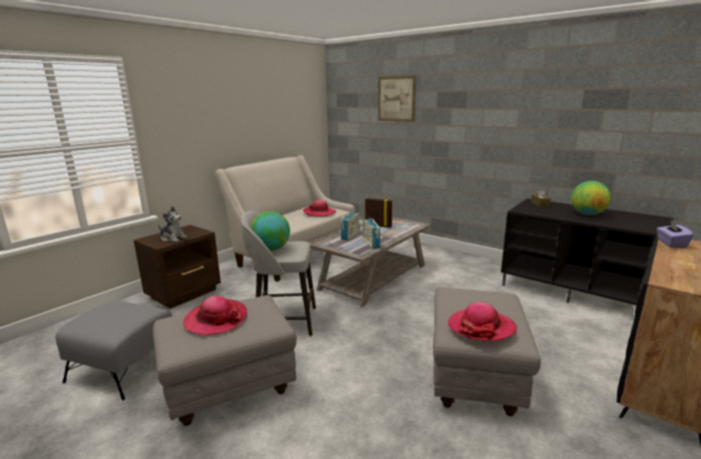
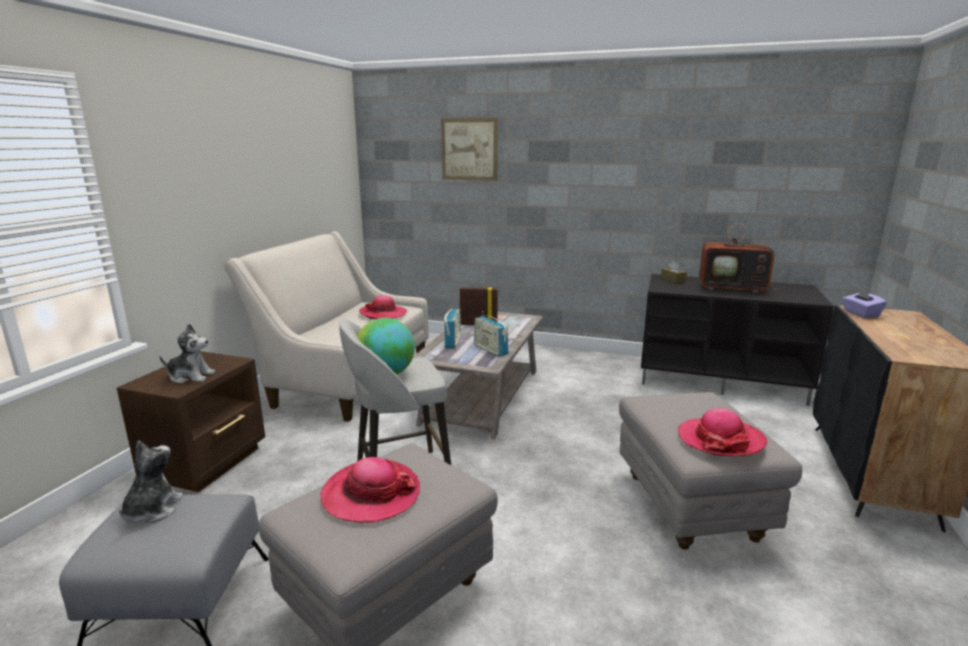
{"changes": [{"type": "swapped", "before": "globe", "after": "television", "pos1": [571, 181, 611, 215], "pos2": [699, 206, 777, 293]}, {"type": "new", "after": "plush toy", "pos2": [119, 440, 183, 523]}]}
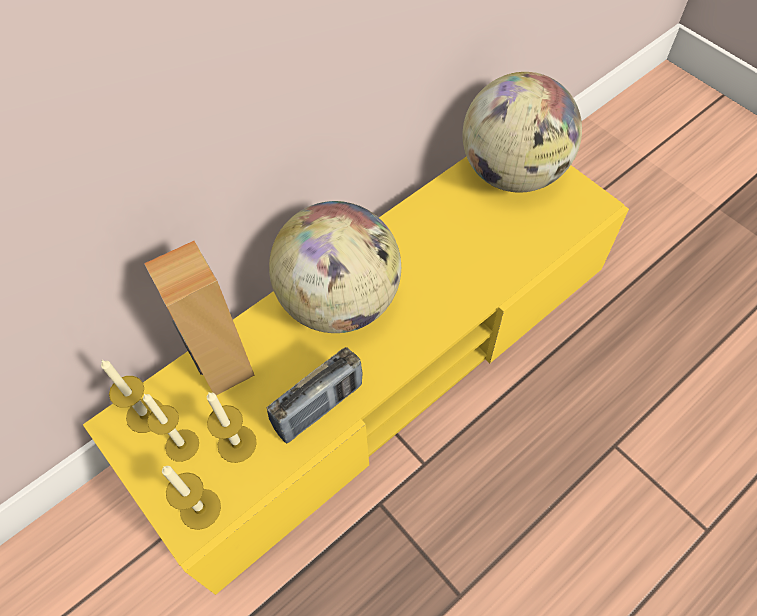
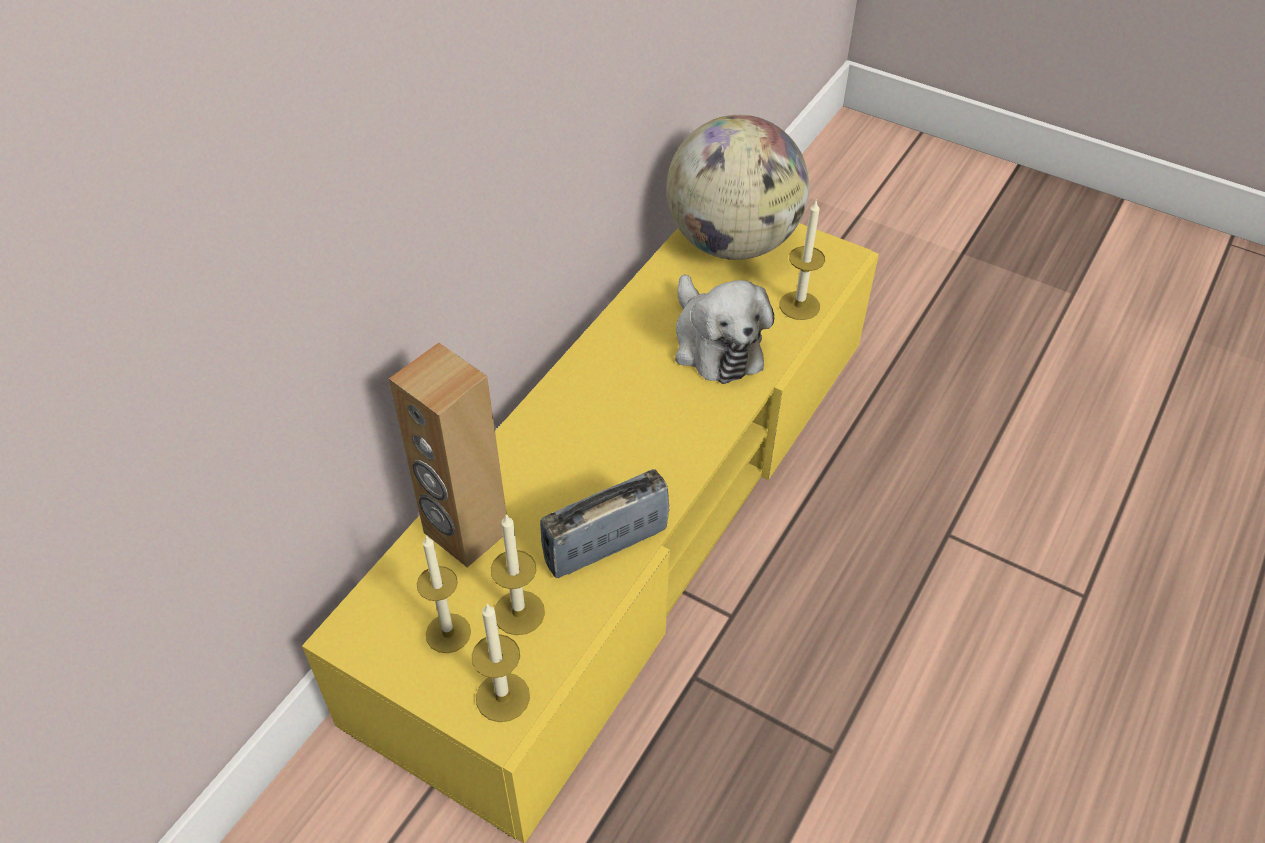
{"changes": [{"type": "shifted", "before": "candle", "pos1": [101, 360, 162, 433], "pos2": [779, 199, 825, 320]}, {"type": "rotated", "before": "radio", "pos1": [267, 347, 362, 444], "pos2": [540, 469, 670, 578], "turn": -150}, {"type": "gone", "before": "globe", "pos1": [269, 201, 401, 333]}, {"type": "new", "after": "plush toy", "pos2": [675, 275, 774, 384]}]}
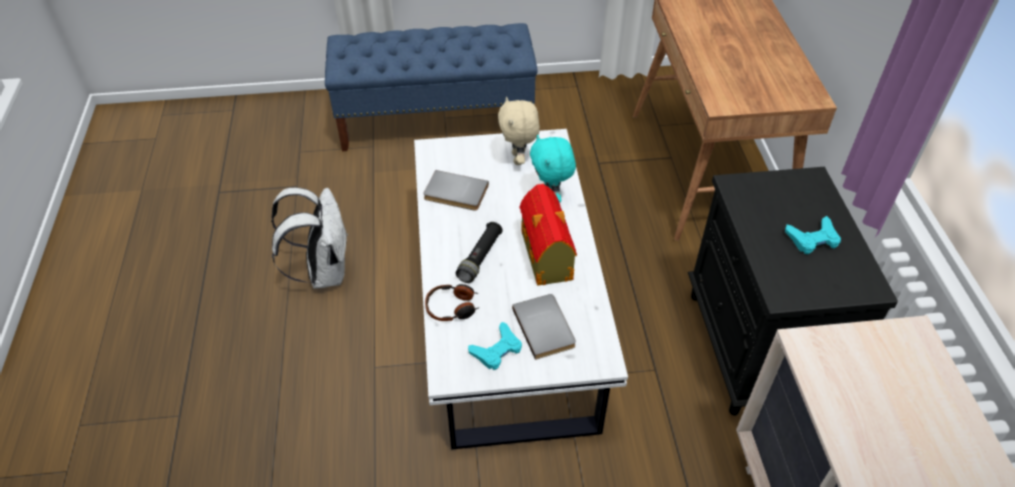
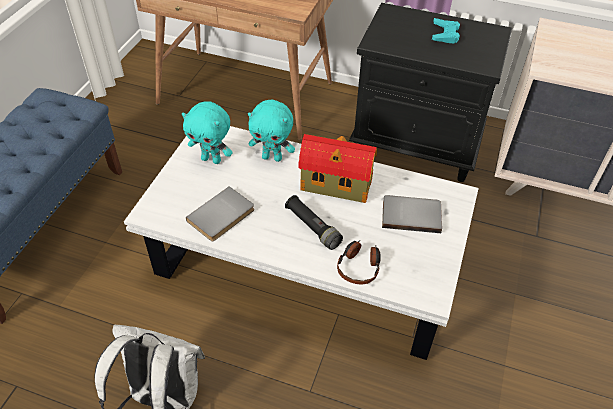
{"changes": [{"type": "gone", "before": "turquoise game controller", "pos1": [468, 322, 522, 370]}, {"type": "repainted", "before": "beige plush toy", "after": "turquoise plush toy", "pos1": [498, 97, 540, 165], "pos2": [182, 101, 233, 164]}]}
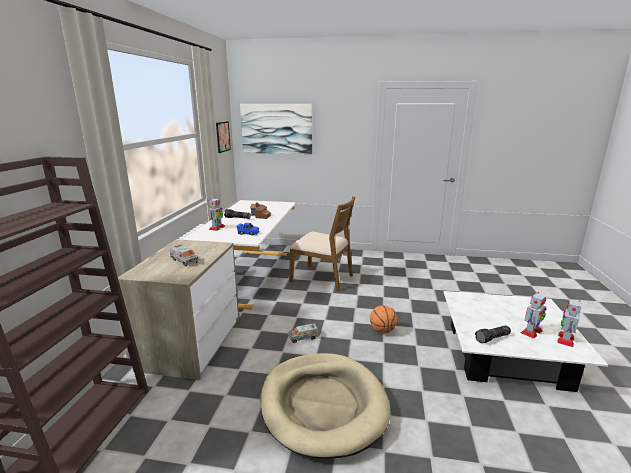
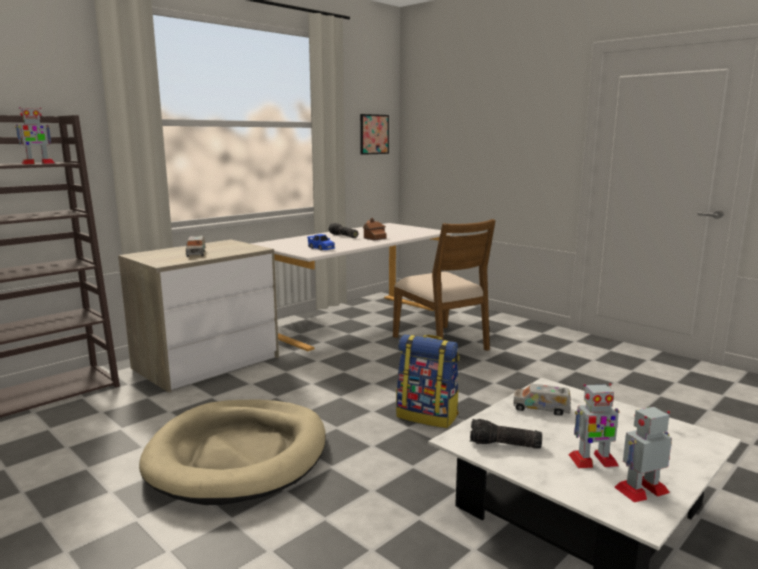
{"changes": [{"type": "shifted", "before": "toy robot", "pos1": [208, 199, 225, 231], "pos2": [15, 107, 55, 164]}, {"type": "gone", "before": "picture", "pos1": [240, 104, 312, 154]}, {"type": "shifted", "before": "toy truck", "pos1": [288, 324, 319, 343], "pos2": [513, 384, 571, 416]}, {"type": "swapped", "before": "basketball", "after": "backpack", "pos1": [370, 305, 398, 333], "pos2": [396, 334, 459, 428]}]}
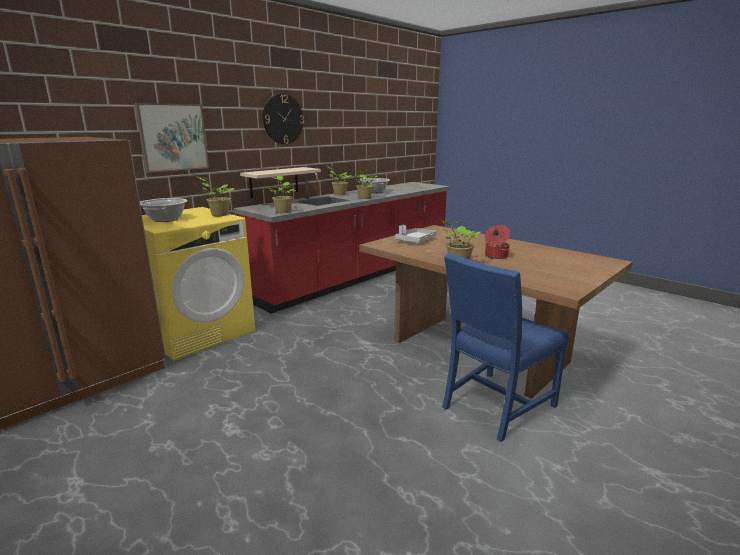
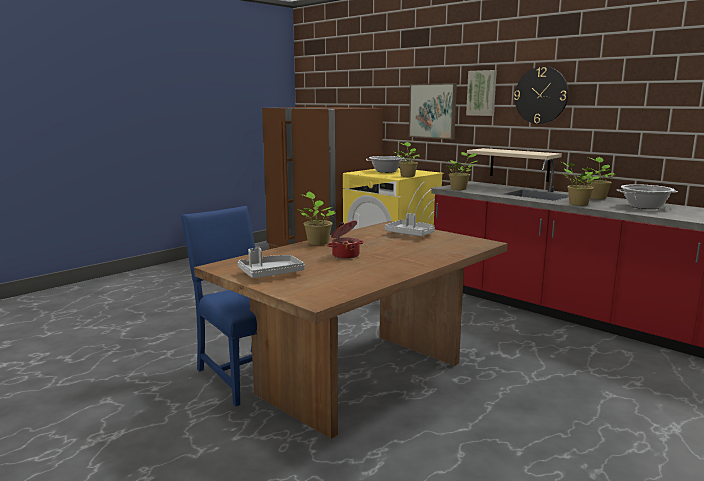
{"changes": [{"type": "new", "after": "grey tray", "pos2": [238, 248, 305, 278]}, {"type": "new", "after": "picture", "pos2": [466, 70, 497, 116]}]}
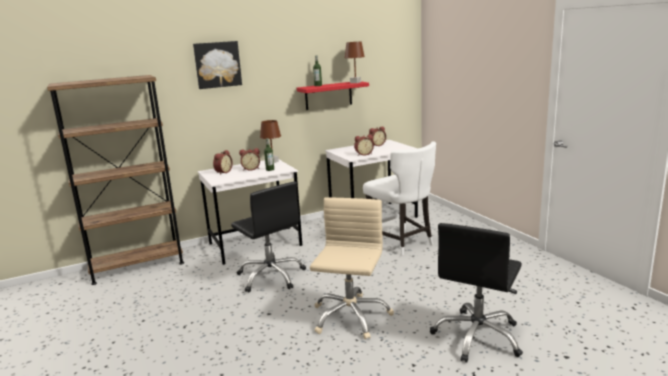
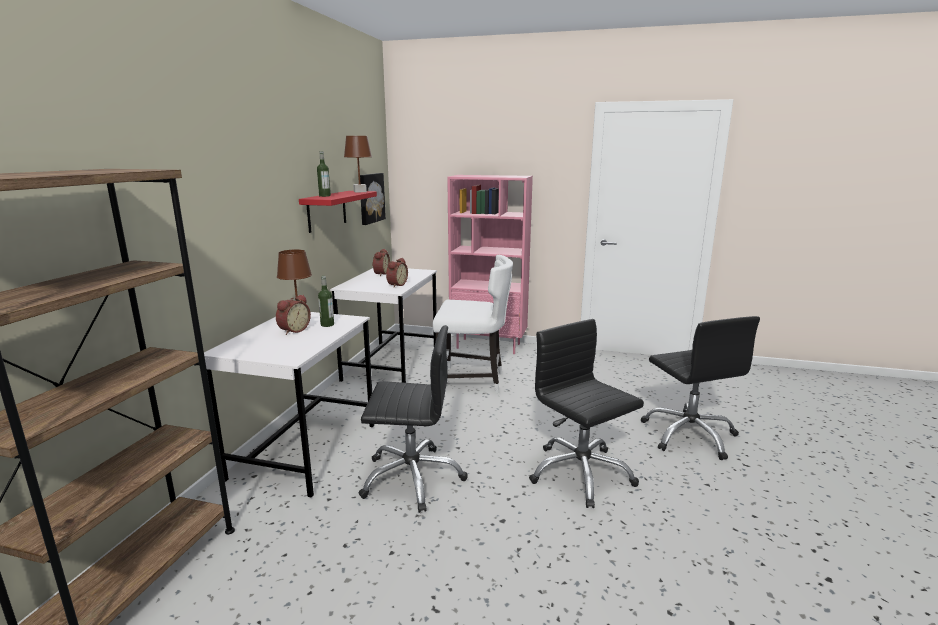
{"changes": [{"type": "shifted", "before": "picture", "pos1": [193, 41, 242, 89], "pos2": [360, 173, 386, 225]}, {"type": "gone", "before": "alarm clock", "pos1": [213, 150, 233, 175]}, {"type": "repainted", "before": "beige office chair", "after": "black office chair", "pos1": [310, 198, 394, 339], "pos2": [529, 319, 644, 508]}, {"type": "new", "after": "pink bookcase", "pos2": [447, 175, 533, 354]}]}
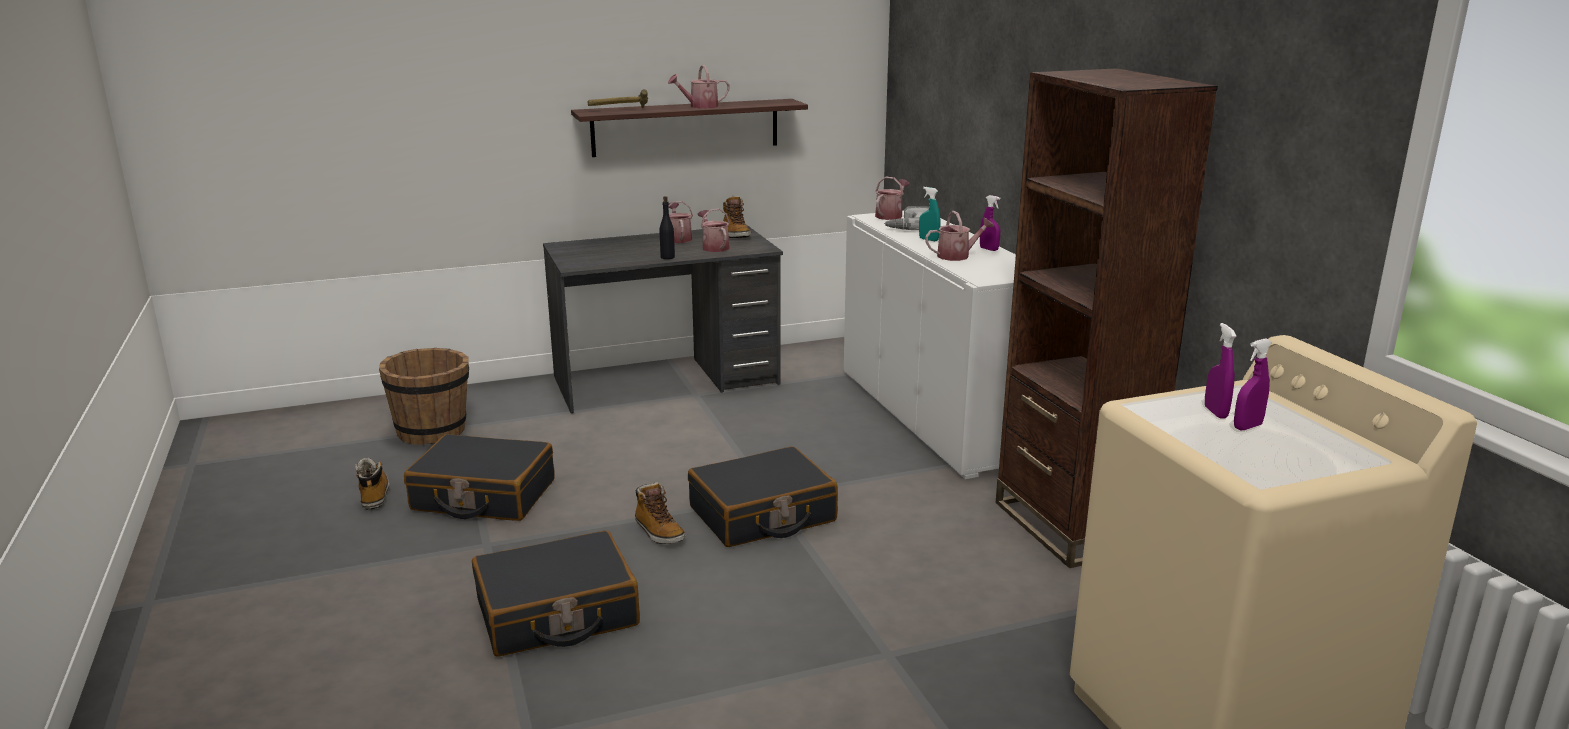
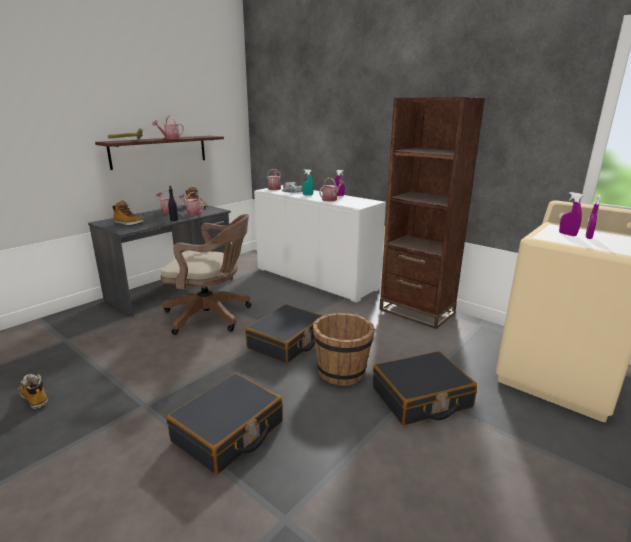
{"changes": [{"type": "shifted", "before": "brown bucket", "pos1": [379, 348, 469, 445], "pos2": [313, 313, 375, 386]}, {"type": "shifted", "before": "black suitcase", "pos1": [404, 434, 555, 521], "pos2": [373, 351, 477, 425]}, {"type": "shifted", "before": "boot", "pos1": [635, 482, 685, 544], "pos2": [113, 200, 144, 226]}, {"type": "new", "after": "brown office chair", "pos2": [160, 214, 251, 335]}]}
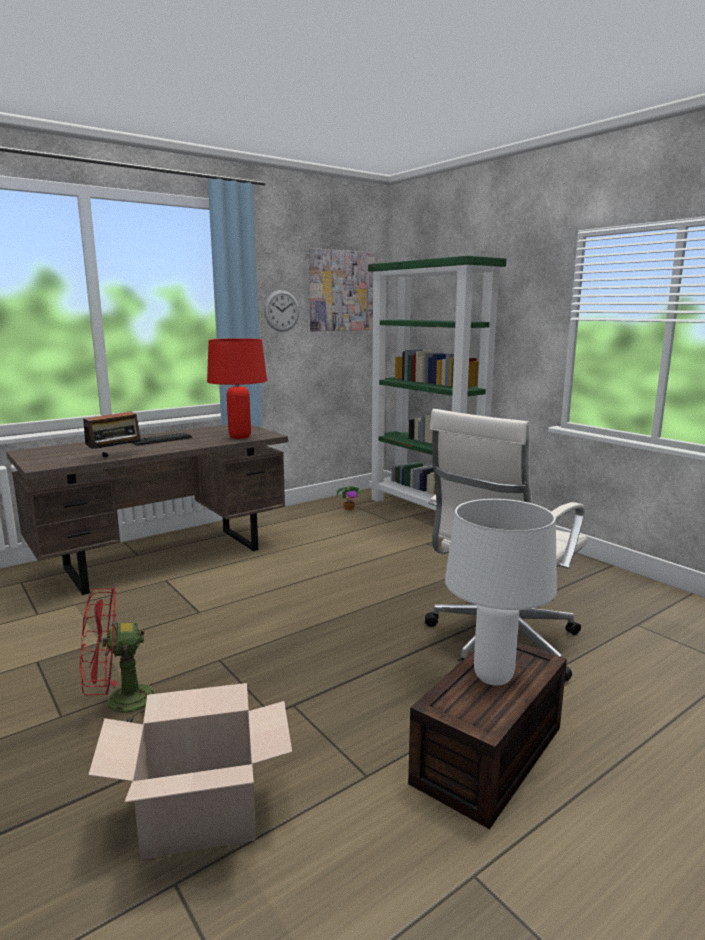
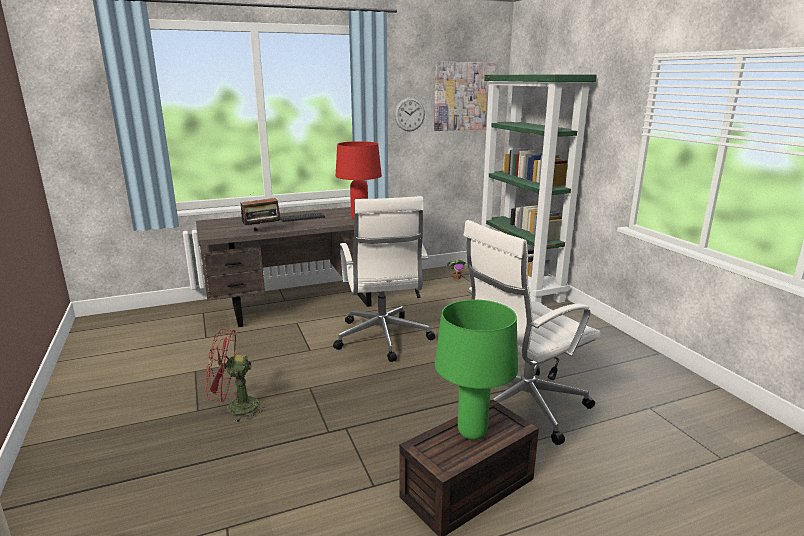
{"changes": [{"type": "gone", "before": "cardboard box", "pos1": [88, 683, 292, 859]}, {"type": "repainted", "before": "white table lamp", "after": "green table lamp", "pos1": [445, 499, 557, 686], "pos2": [435, 300, 518, 440]}, {"type": "new", "after": "white office chair", "pos2": [333, 196, 436, 362]}]}
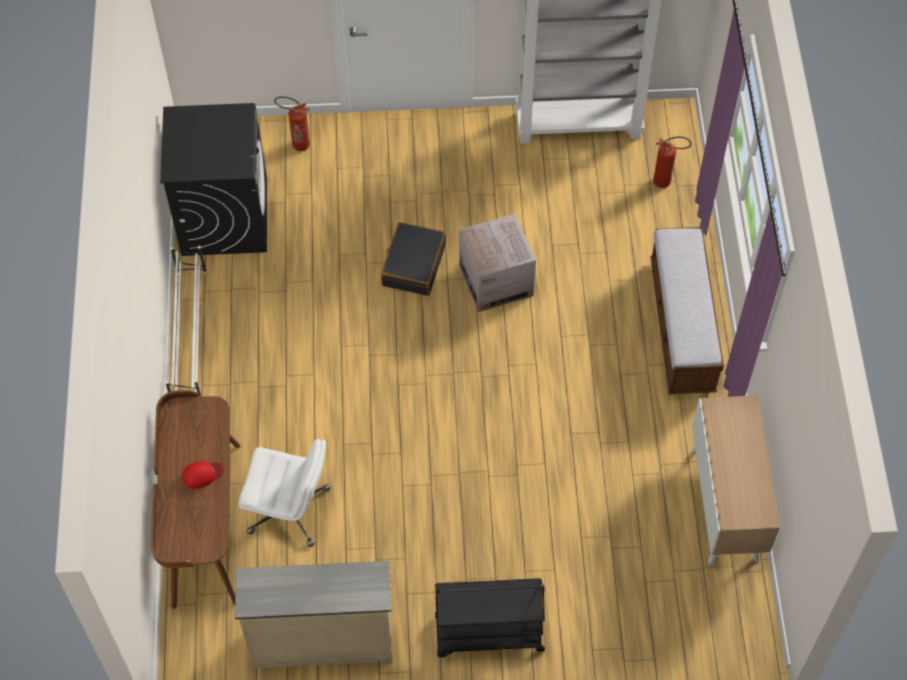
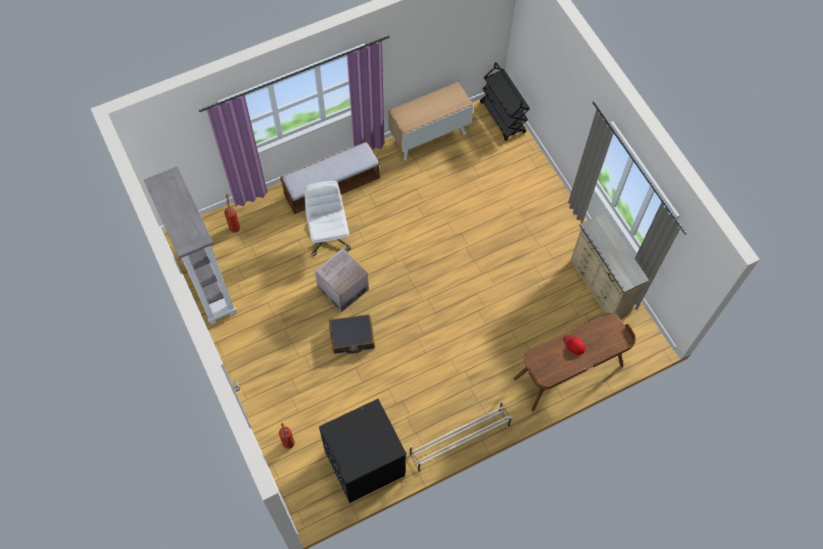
{"changes": [{"type": "shifted", "before": "white office chair", "pos1": [239, 439, 330, 547], "pos2": [304, 181, 351, 256]}, {"type": "shifted", "before": "black cart", "pos1": [435, 578, 545, 657], "pos2": [480, 62, 530, 141]}]}
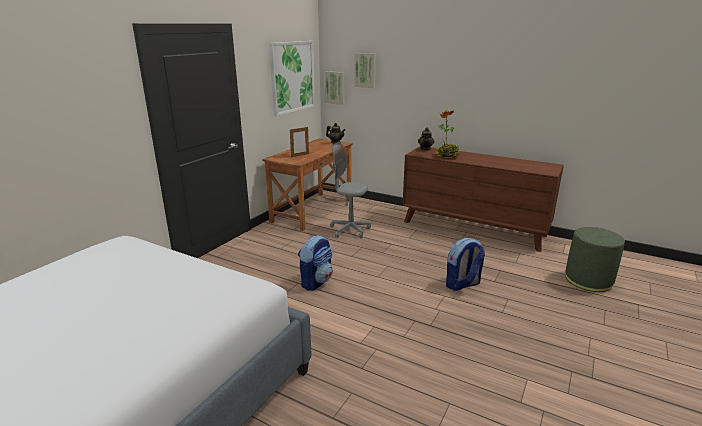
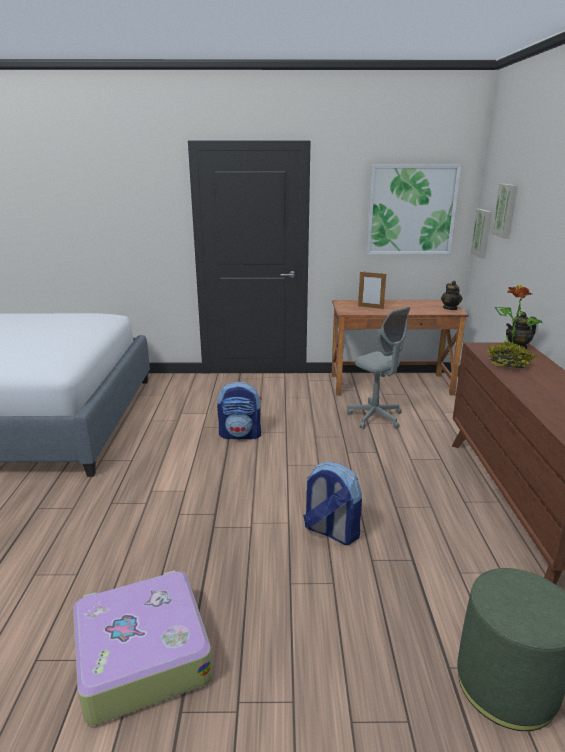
{"changes": [{"type": "rotated", "before": "grey office chair", "pos1": [330, 142, 371, 238], "pos2": [347, 307, 410, 429], "turn": 150}, {"type": "new", "after": "suitcase", "pos2": [73, 570, 213, 725]}]}
